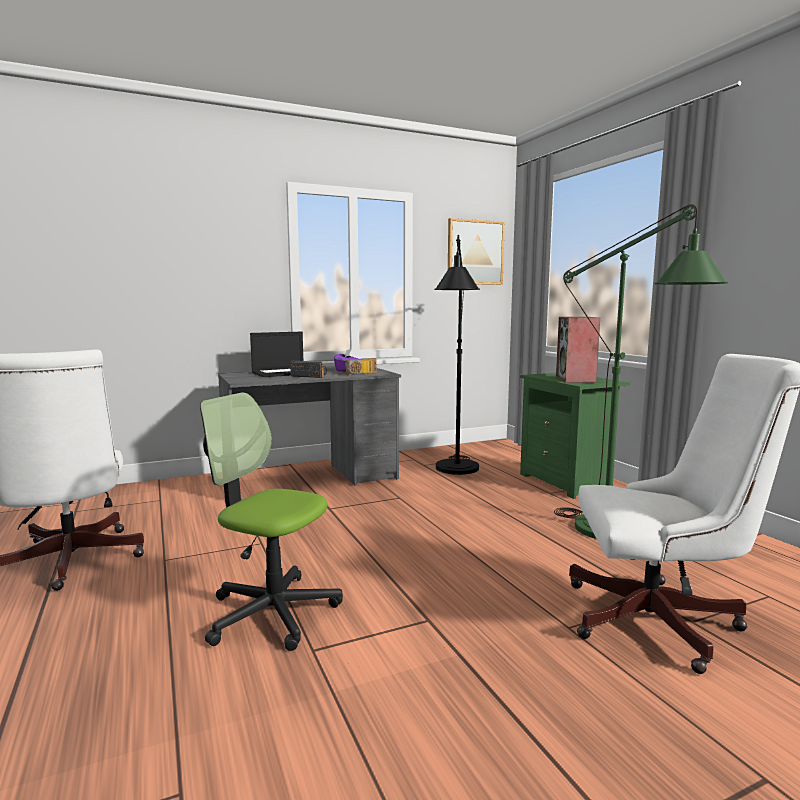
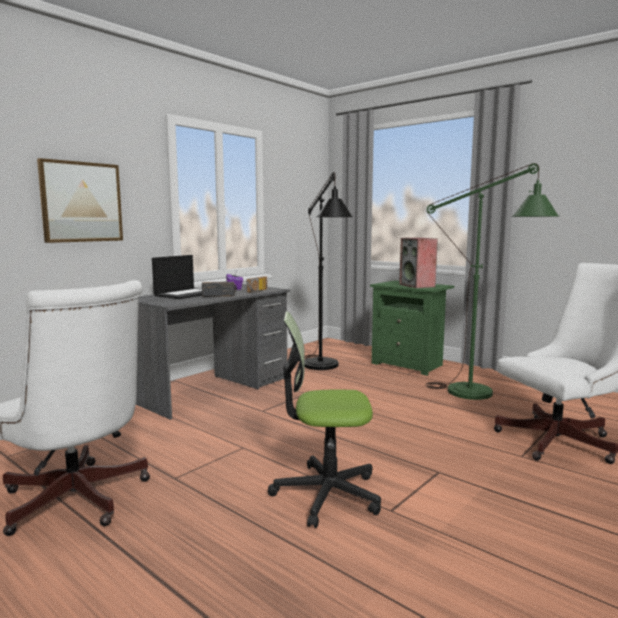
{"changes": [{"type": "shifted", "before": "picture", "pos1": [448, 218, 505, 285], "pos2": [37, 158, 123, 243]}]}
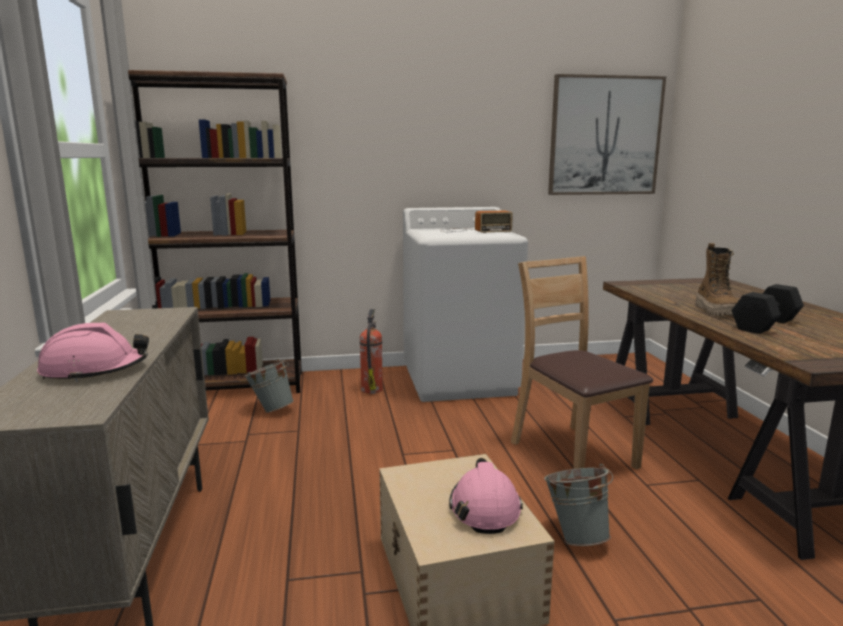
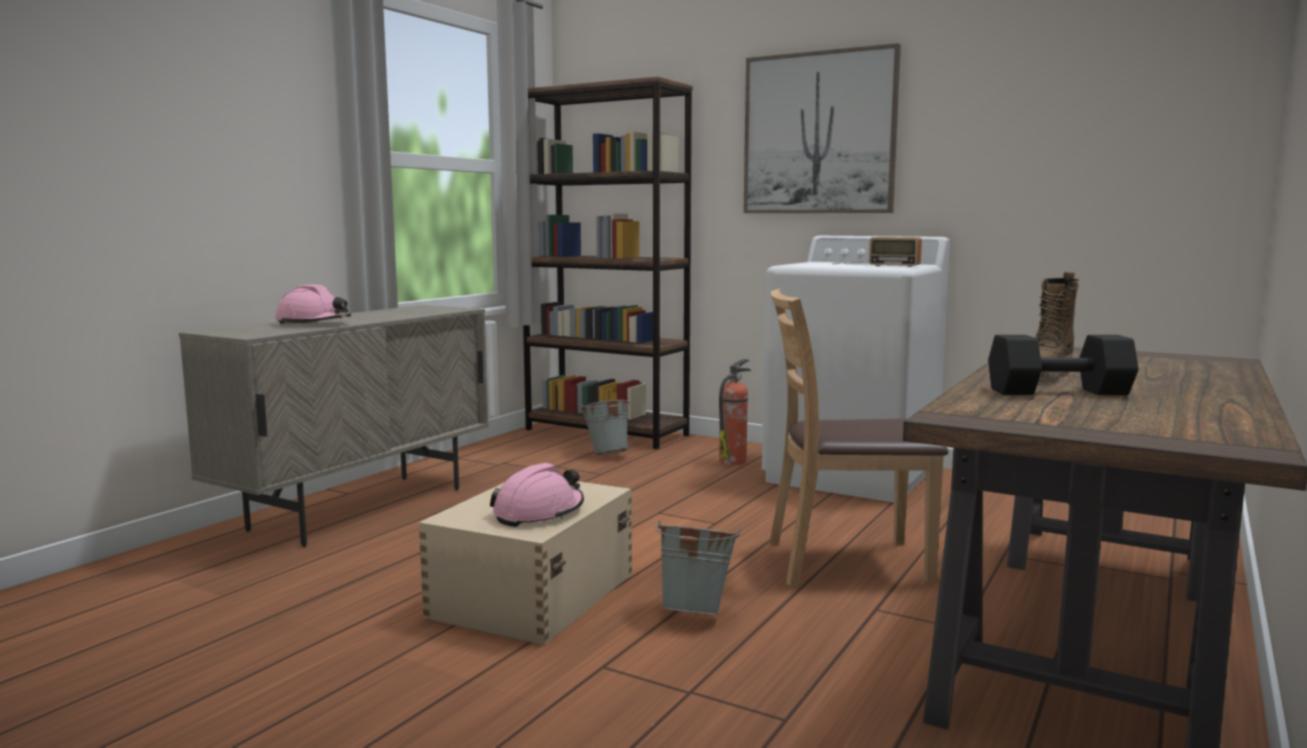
{"changes": [{"type": "rotated", "before": "brown chair", "pos1": [511, 256, 653, 469], "pos2": [769, 289, 949, 587], "turn": -105}, {"type": "shifted", "before": "picture", "pos1": [548, 74, 666, 195], "pos2": [744, 43, 901, 213]}]}
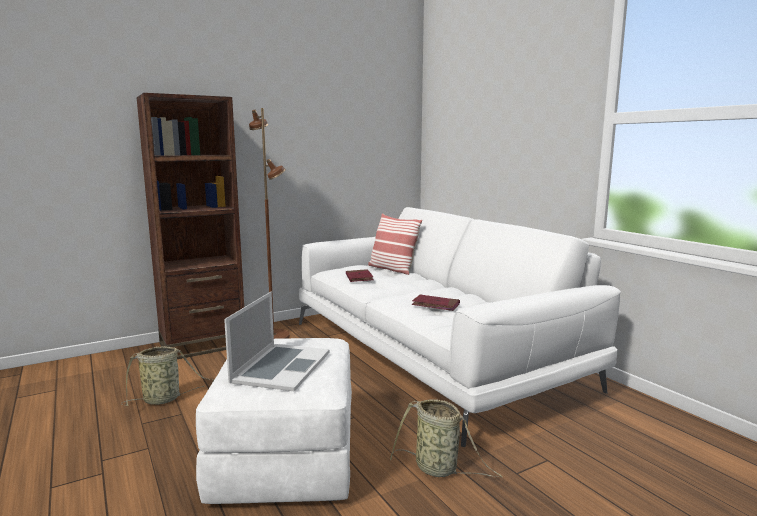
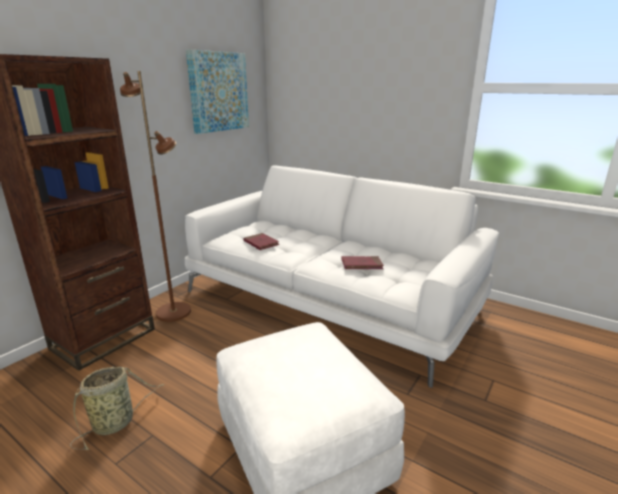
{"changes": [{"type": "gone", "before": "laptop", "pos1": [224, 292, 329, 392]}, {"type": "gone", "before": "pillow", "pos1": [368, 213, 422, 275]}, {"type": "gone", "before": "basket", "pos1": [390, 399, 503, 477]}, {"type": "new", "after": "picture", "pos2": [186, 49, 249, 134]}]}
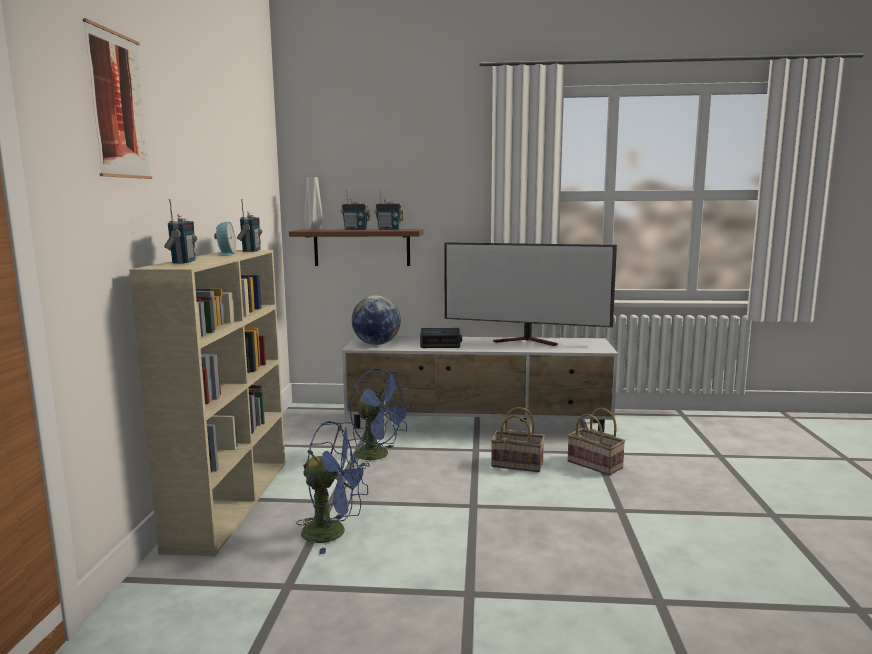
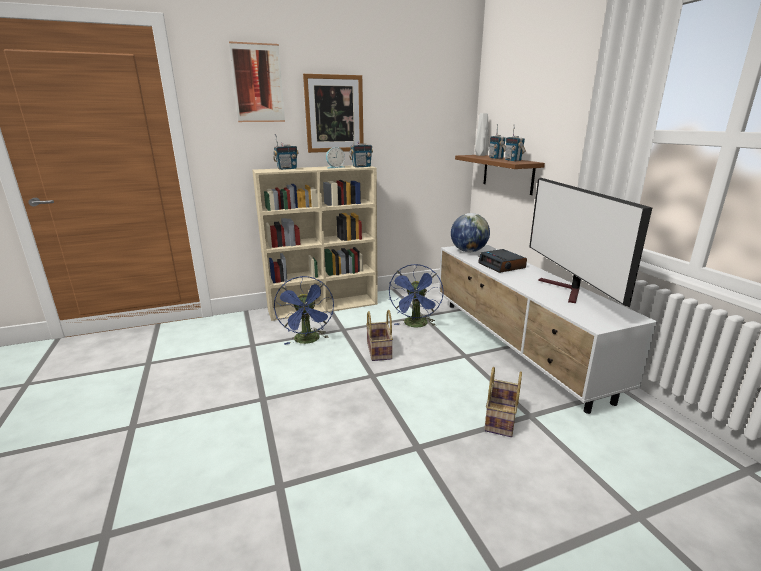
{"changes": [{"type": "shifted", "before": "basket", "pos1": [491, 407, 545, 472], "pos2": [366, 310, 393, 361]}, {"type": "new", "after": "picture", "pos2": [303, 74, 364, 153]}]}
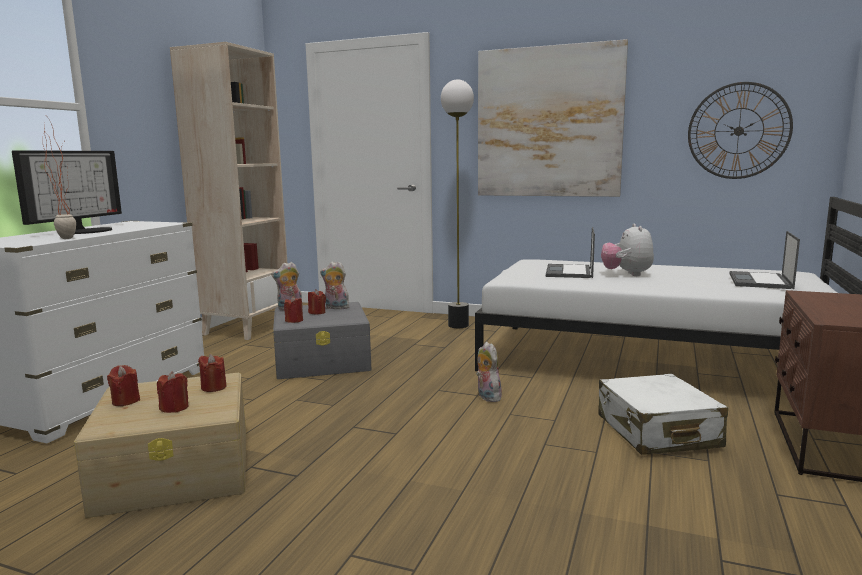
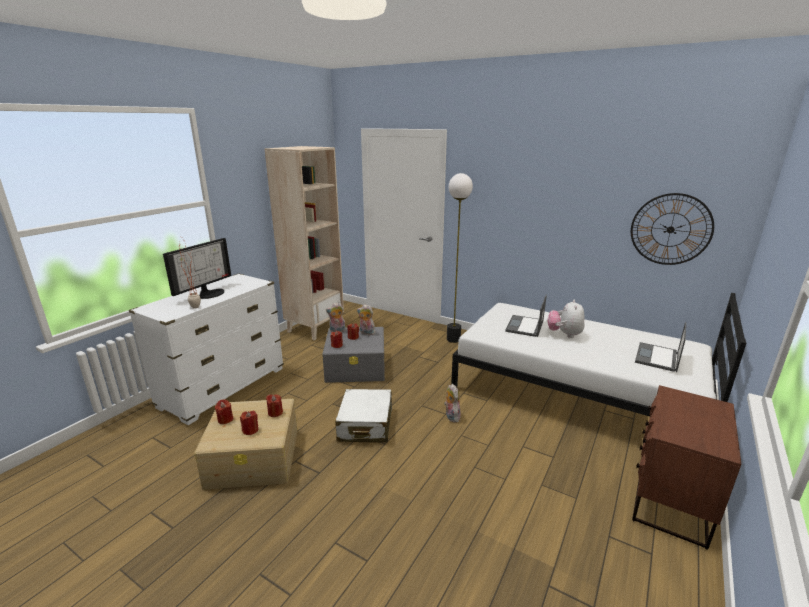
{"changes": [{"type": "gone", "before": "picture", "pos1": [478, 39, 628, 197]}, {"type": "shifted", "before": "white suitcase", "pos1": [598, 374, 728, 455], "pos2": [335, 389, 392, 443]}]}
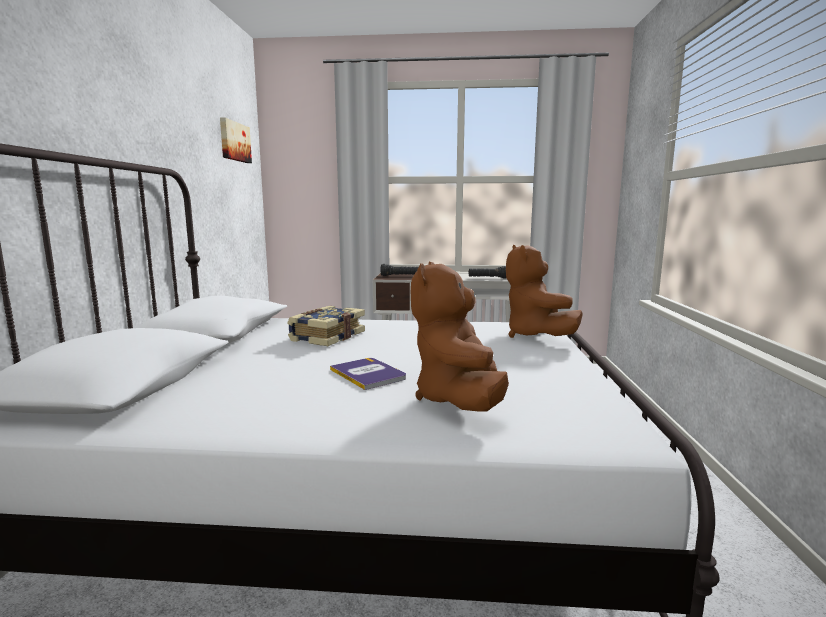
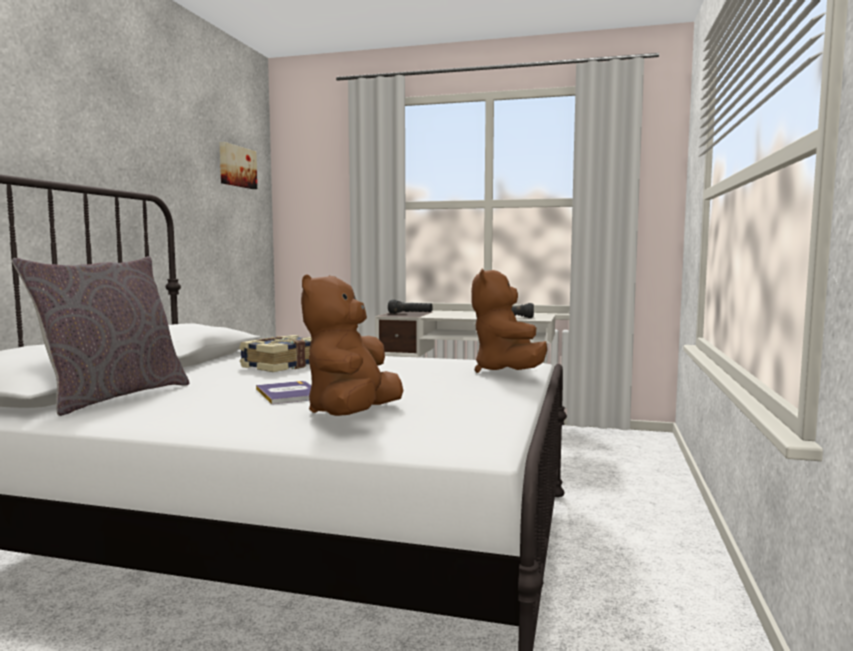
{"changes": [{"type": "new", "after": "grey pillow", "pos2": [12, 256, 190, 416]}]}
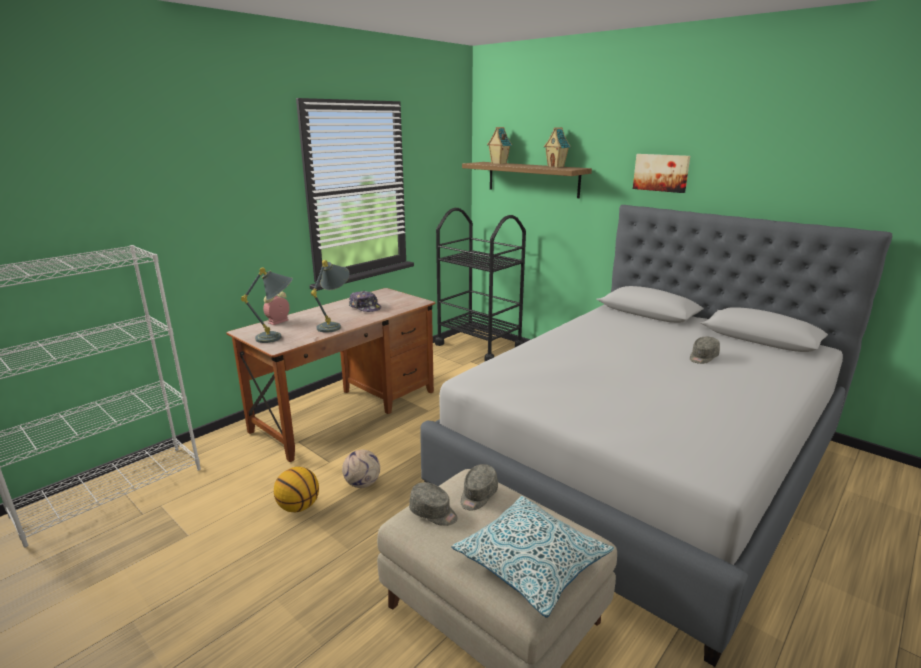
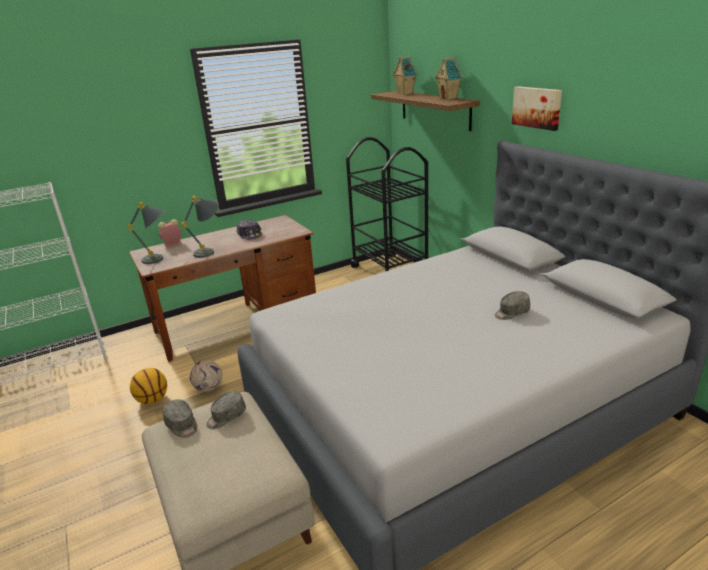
{"changes": [{"type": "gone", "before": "pillow", "pos1": [451, 496, 614, 618]}]}
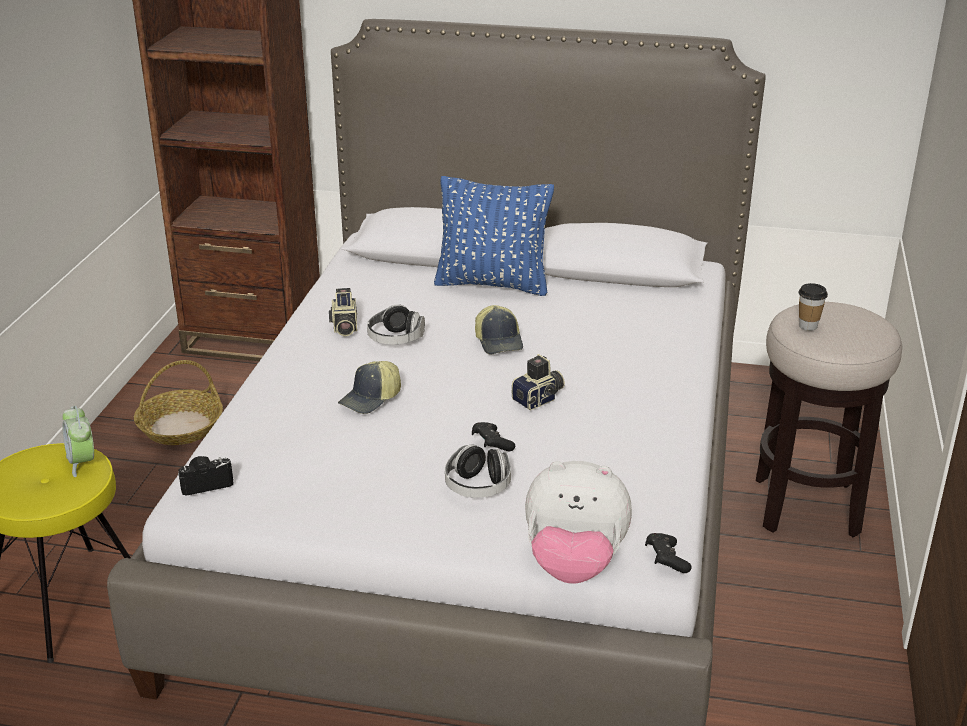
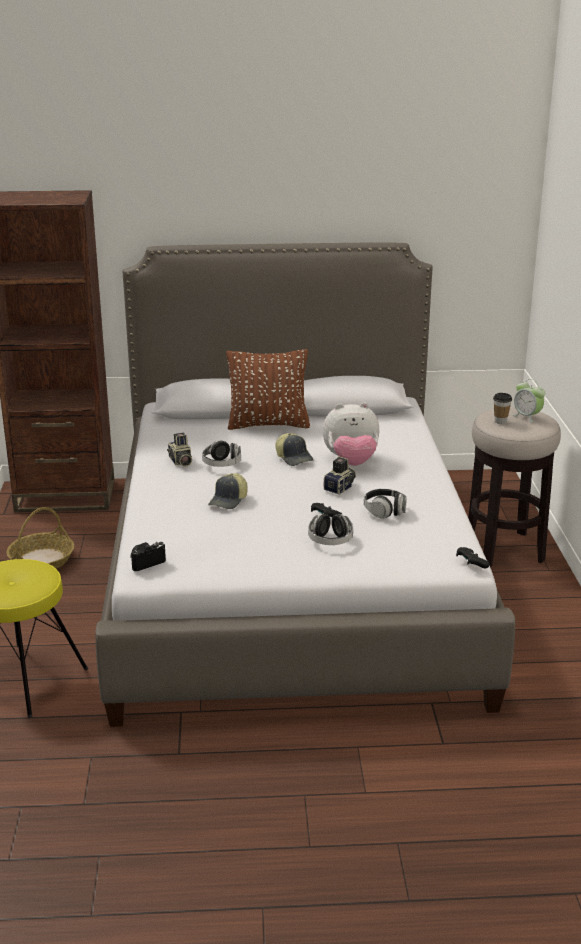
{"changes": [{"type": "shifted", "before": "alarm clock", "pos1": [62, 406, 94, 477], "pos2": [513, 379, 545, 423]}, {"type": "repainted", "before": "blue pillow", "after": "brown pillow", "pos1": [434, 176, 554, 296], "pos2": [226, 349, 310, 430]}, {"type": "shifted", "before": "plush toy", "pos1": [525, 461, 632, 584], "pos2": [323, 403, 379, 466]}, {"type": "new", "after": "headphones", "pos2": [364, 489, 407, 519]}]}
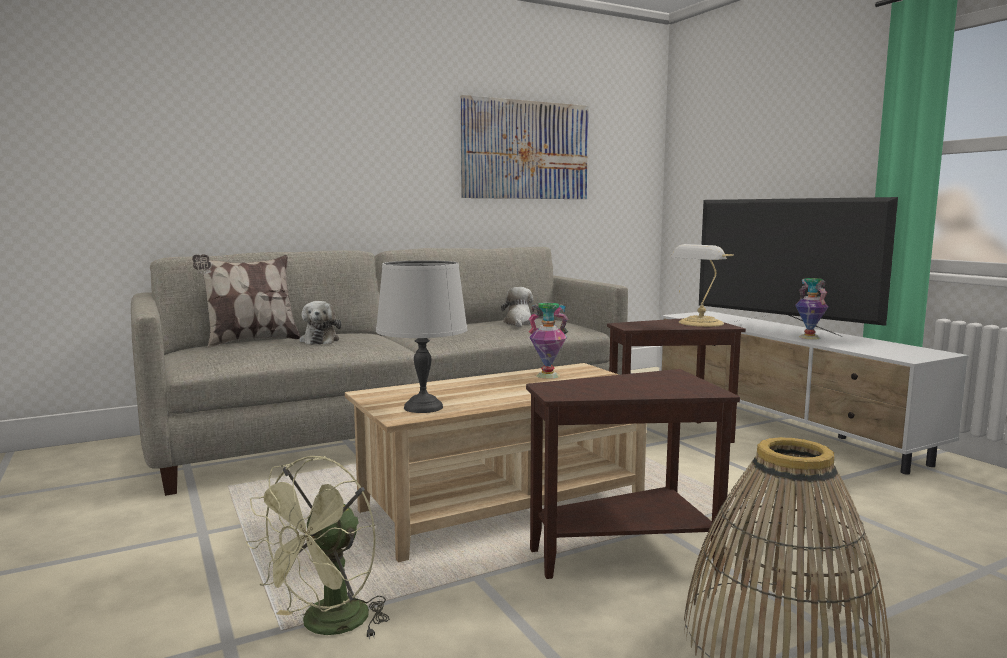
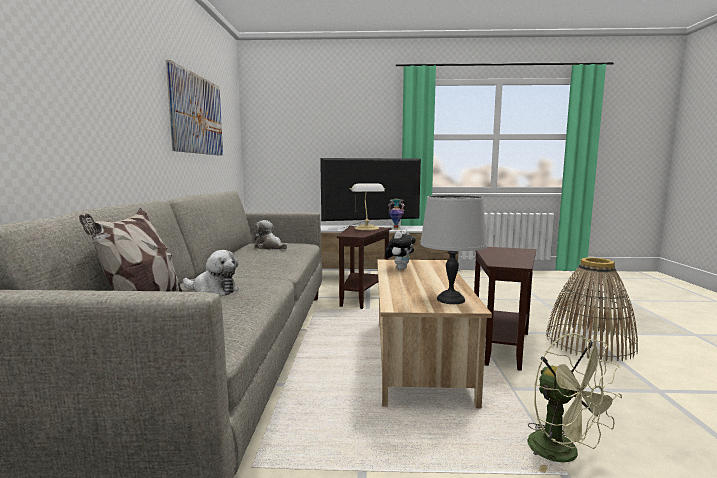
{"changes": [{"type": "swapped", "before": "vase", "after": "plush toy", "pos1": [528, 303, 569, 379], "pos2": [385, 230, 416, 270]}]}
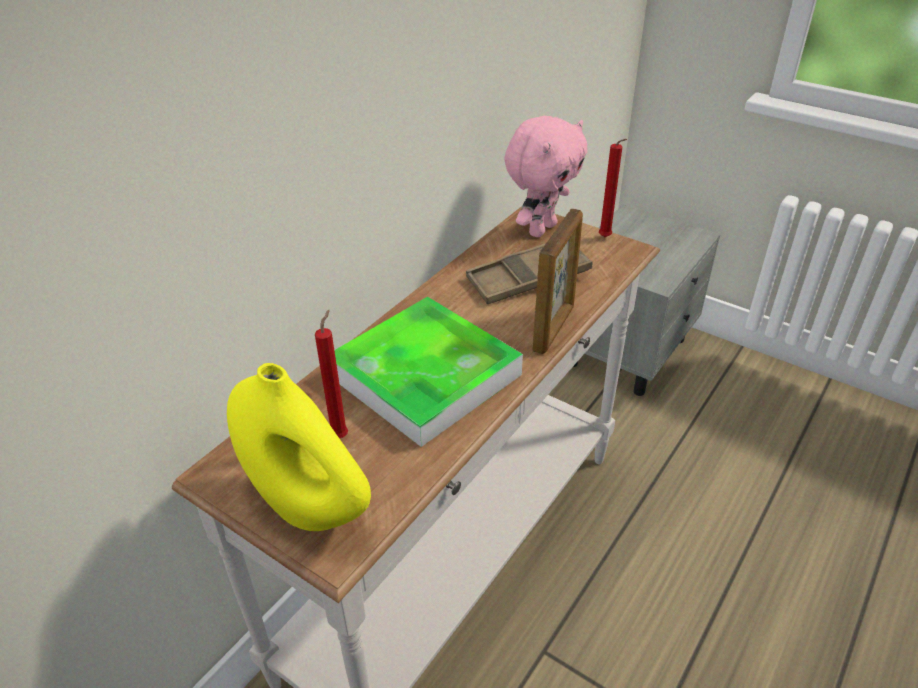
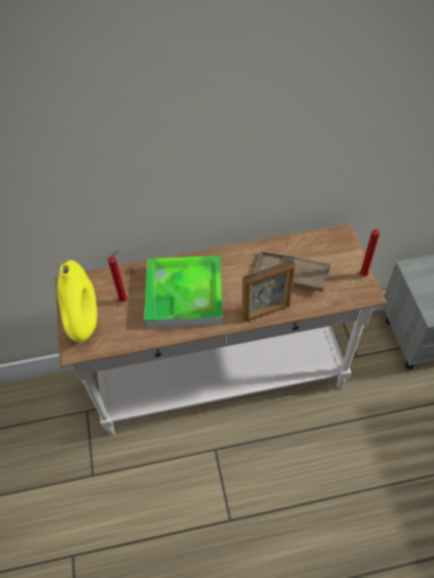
{"changes": [{"type": "gone", "before": "pink plush toy", "pos1": [504, 116, 587, 237]}]}
